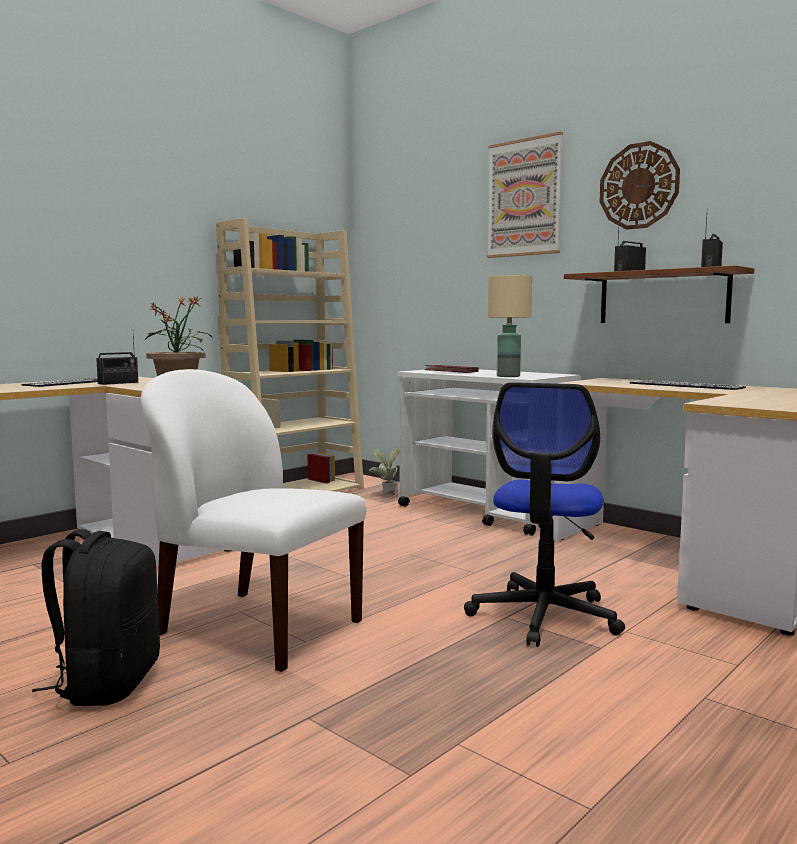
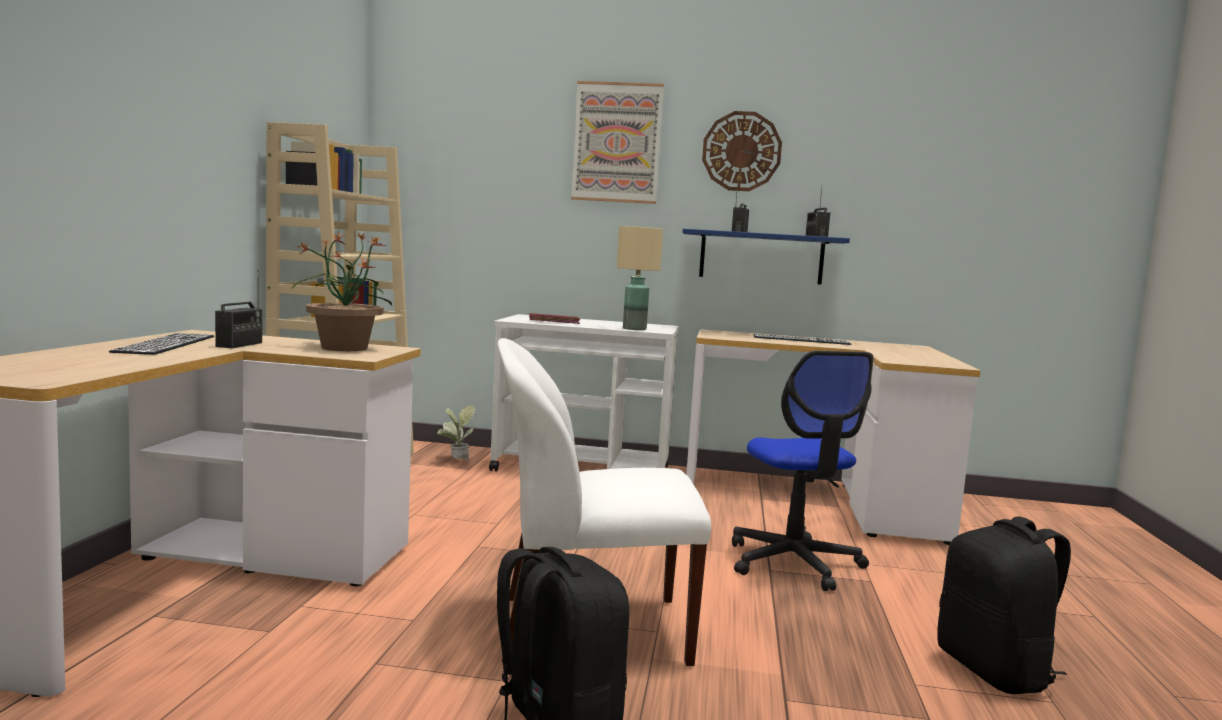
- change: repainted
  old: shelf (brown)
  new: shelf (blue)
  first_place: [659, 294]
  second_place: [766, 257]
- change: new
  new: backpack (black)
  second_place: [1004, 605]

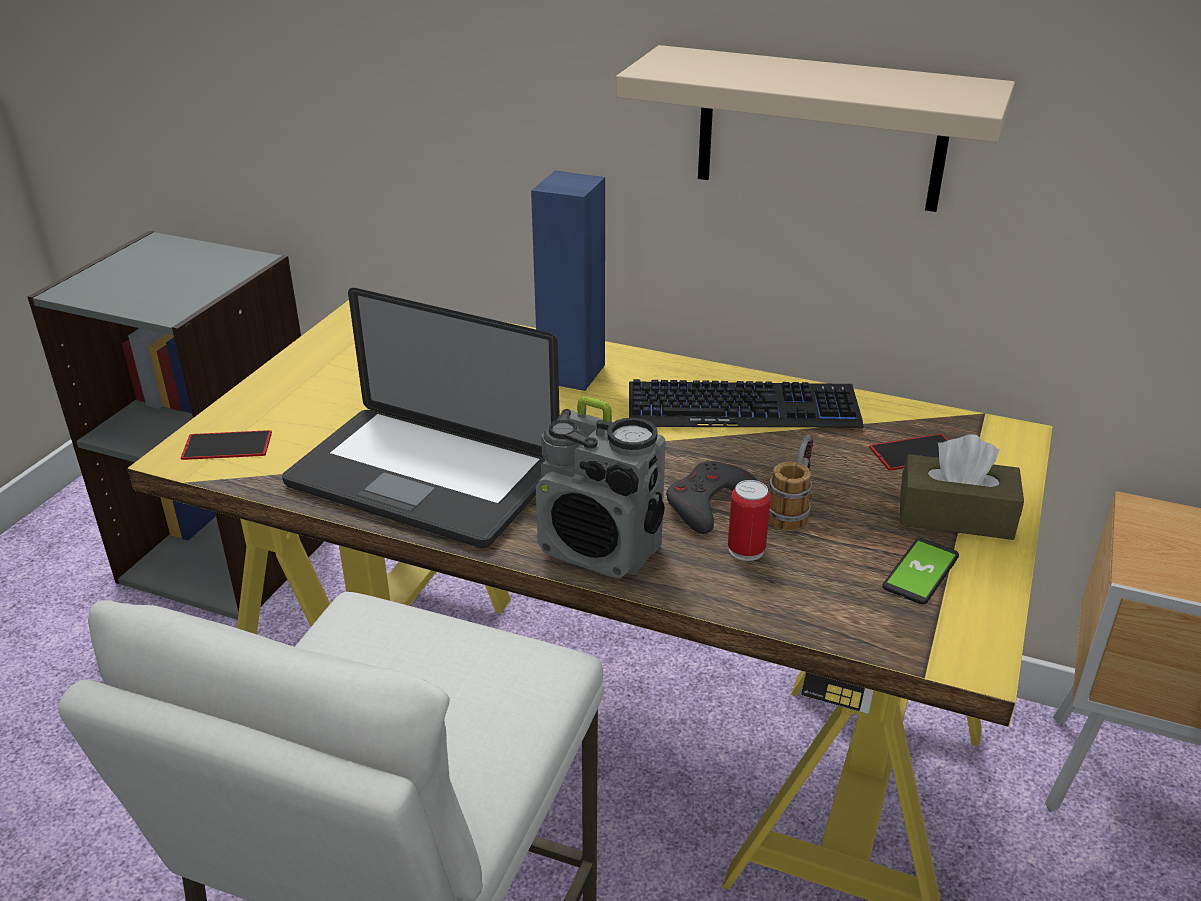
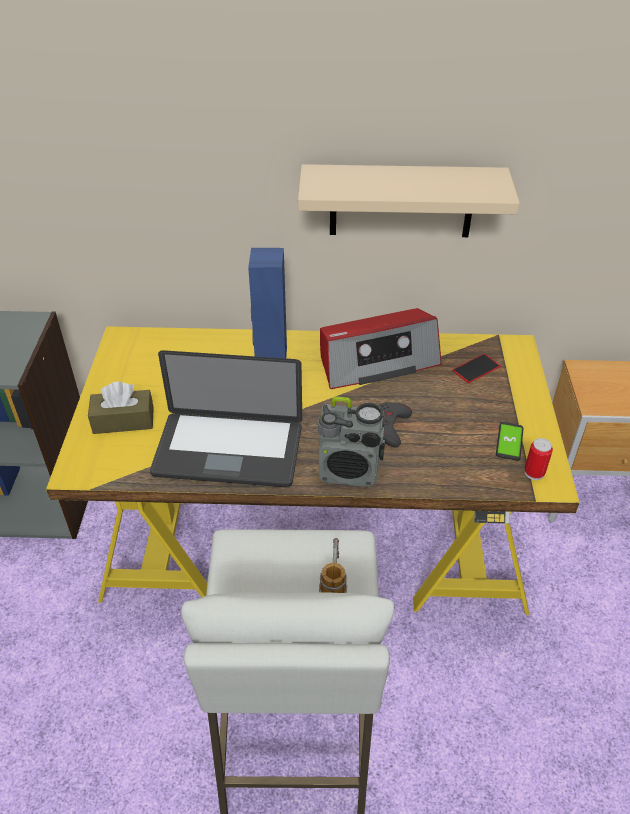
- change: gone
  old: phone
  first_place: [226, 445]
- change: swapped
  old: keyboard
  new: radio
  first_place: [746, 403]
  second_place: [381, 348]
- change: shifted
  old: can
  first_place: [749, 520]
  second_place: [538, 459]
- change: shifted
  old: mug
  first_place: [791, 483]
  second_place: [333, 565]
- change: shifted
  old: tissue box (brown)
  first_place: [962, 487]
  second_place: [121, 408]

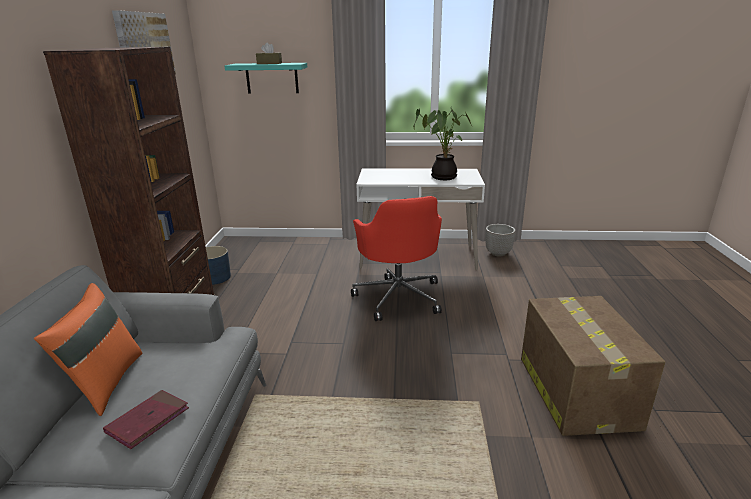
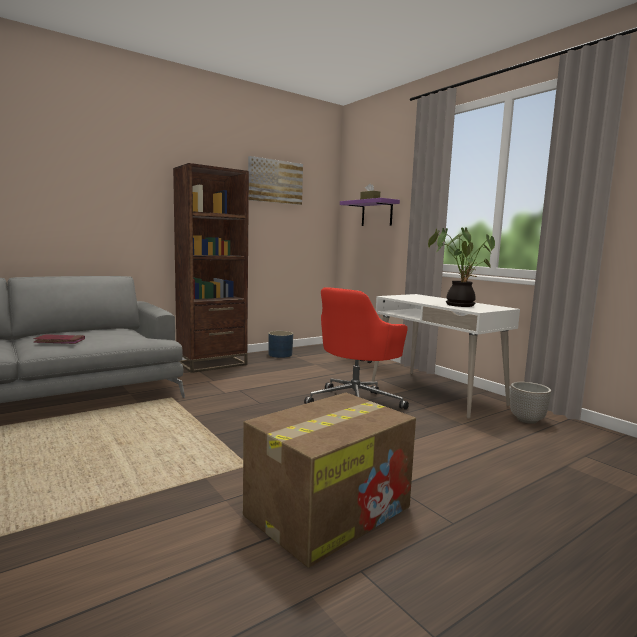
- change: gone
  old: pillow (orange)
  first_place: [88, 349]
- change: repainted
  old: shelf (turquoise)
  new: shelf (purple)
  first_place: [266, 78]
  second_place: [370, 212]

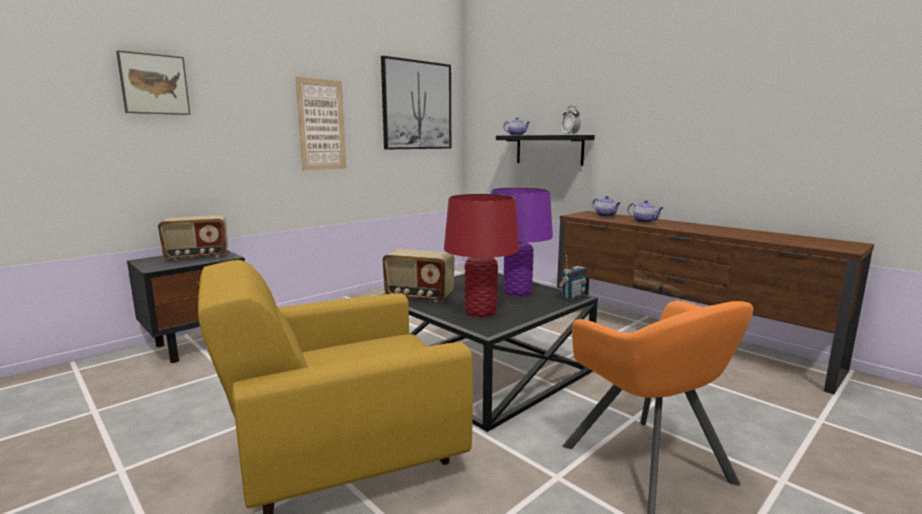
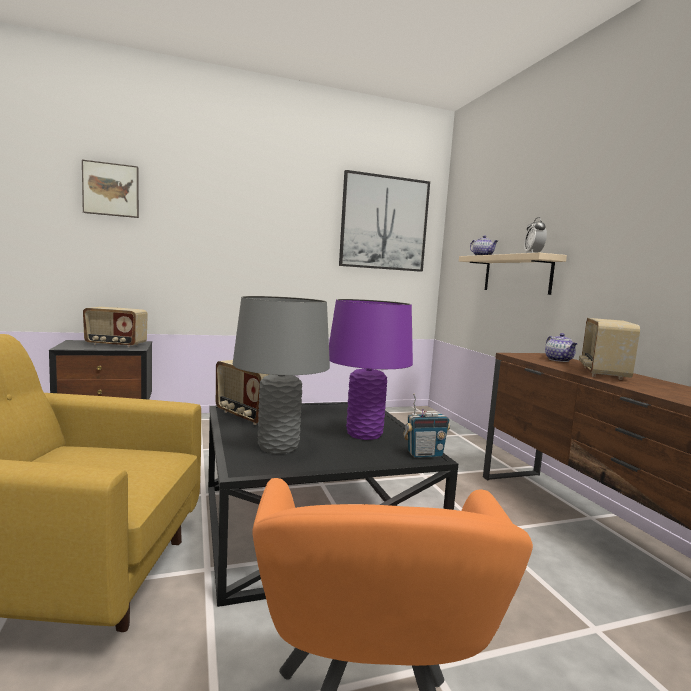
- change: gone
  old: picture
  first_place: [321, 123]
- change: repainted
  old: table lamp (red)
  new: table lamp (grey)
  first_place: [481, 255]
  second_place: [281, 375]
- change: repainted
  old: shelf (black)
  new: shelf (beige)
  first_place: [545, 150]
  second_place: [513, 274]
- change: swapped
  old: teapot
  new: radio
  first_place: [646, 211]
  second_place: [609, 349]

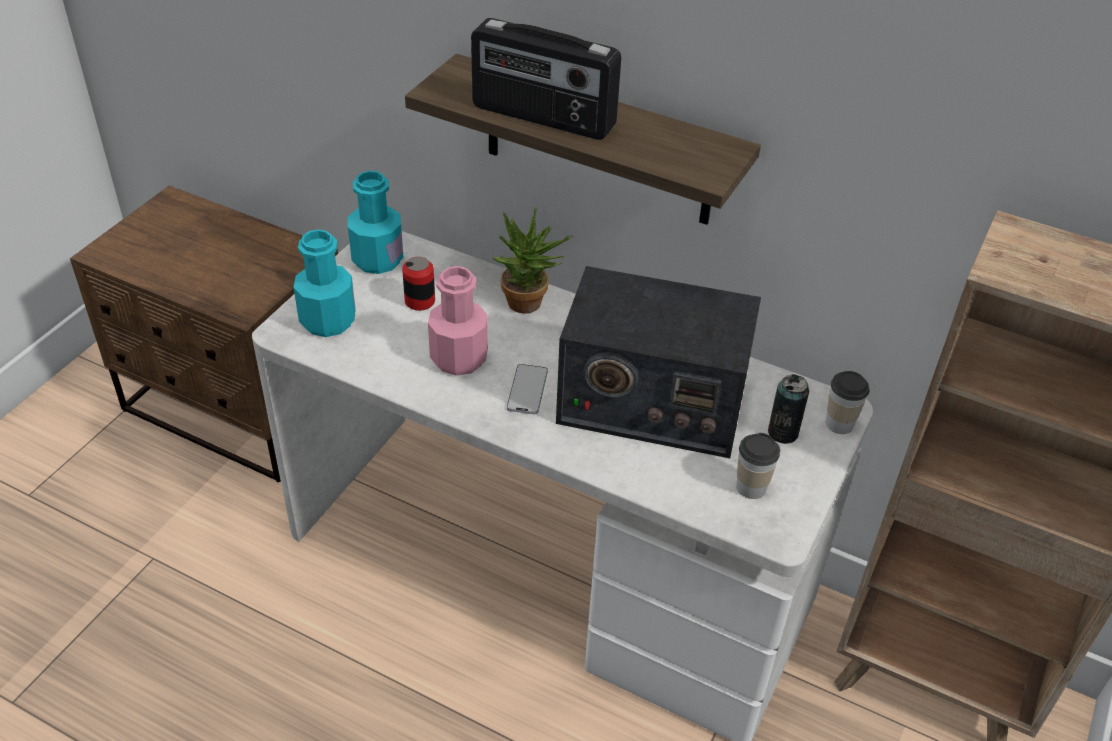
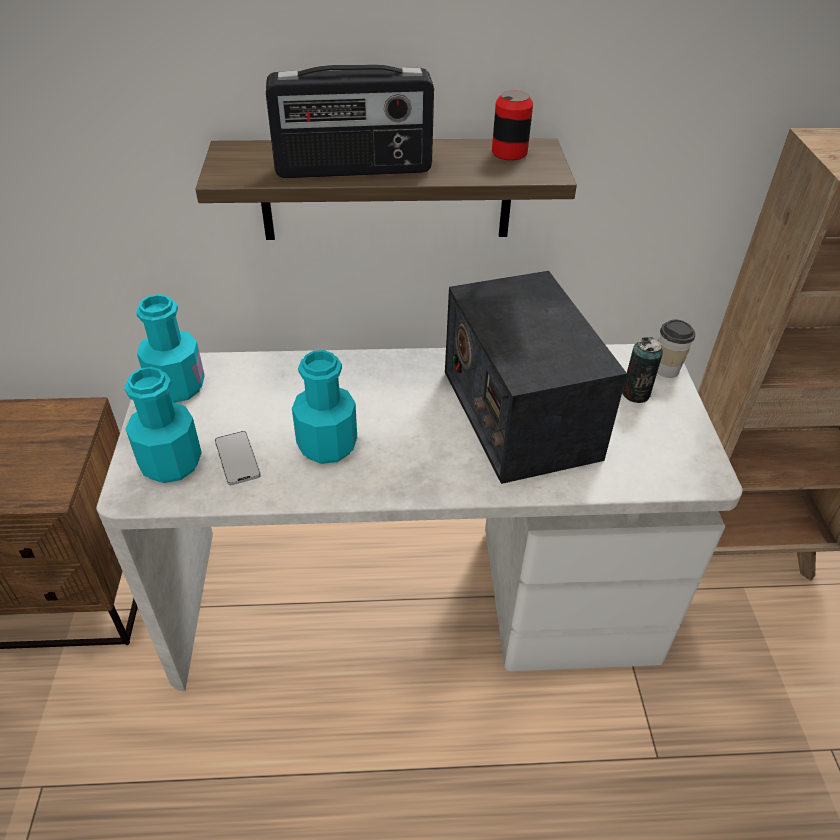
- change: shifted
  old: can
  first_place: [418, 283]
  second_place: [512, 125]
- change: repainted
  old: bottle (pink)
  new: bottle (turquoise)
  first_place: [458, 321]
  second_place: [324, 407]
- change: gone
  old: potted plant
  first_place: [532, 260]
- change: shifted
  old: phone
  first_place: [527, 389]
  second_place: [238, 458]
- change: rotated
  old: radio
  first_place: [658, 362]
  second_place: [536, 377]
  degrees: 90
- change: gone
  old: cup
  first_place: [758, 466]

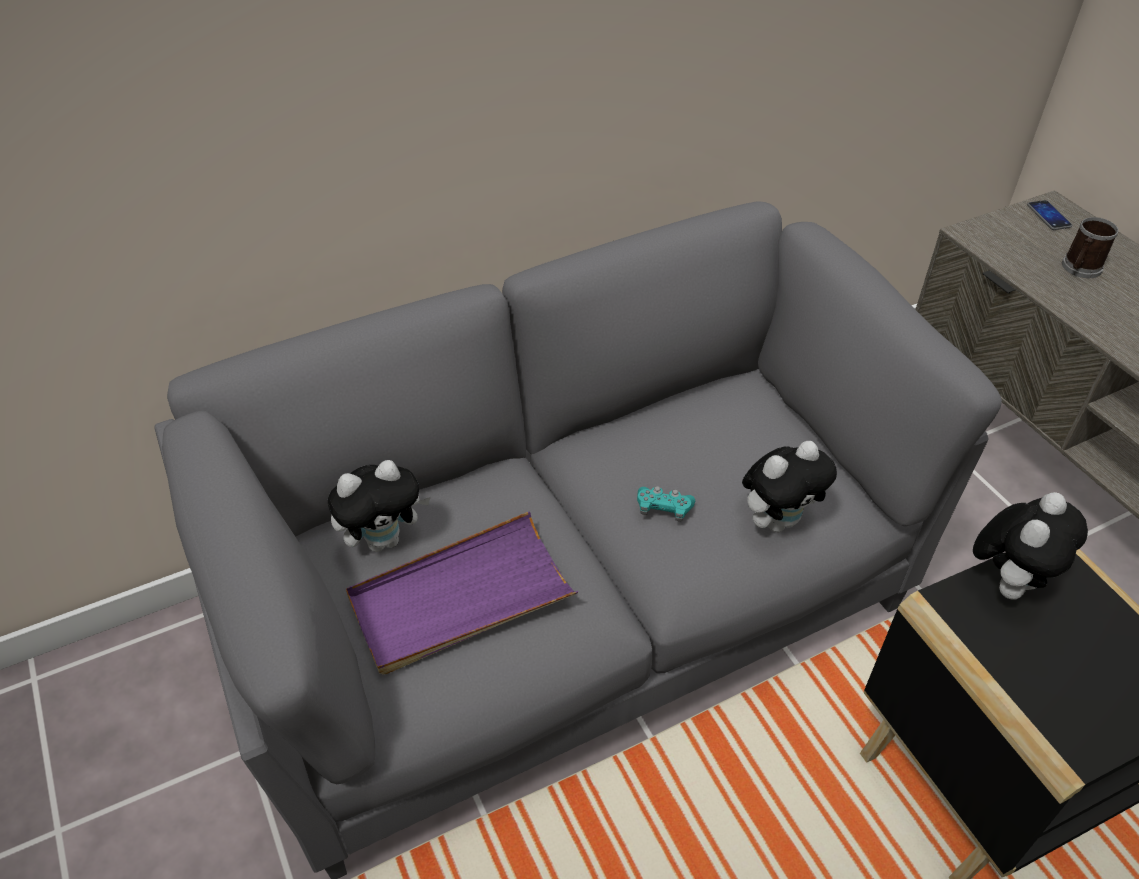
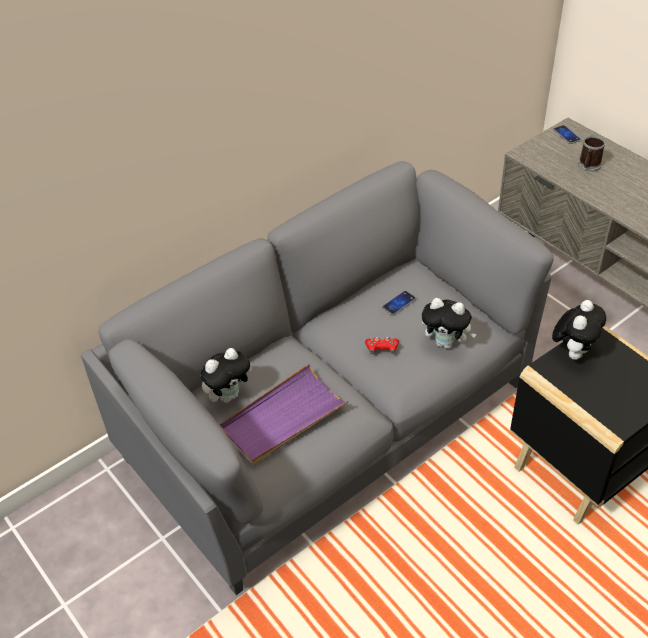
- change: repainted
  old: game controller (turquoise)
  new: game controller (red)
  first_place: [666, 504]
  second_place: [382, 345]
- change: rotated
  old: plush toy
  first_place: [789, 486]
  second_place: [449, 323]
  degrees: 60
- change: new
  new: phone
  second_place: [399, 303]

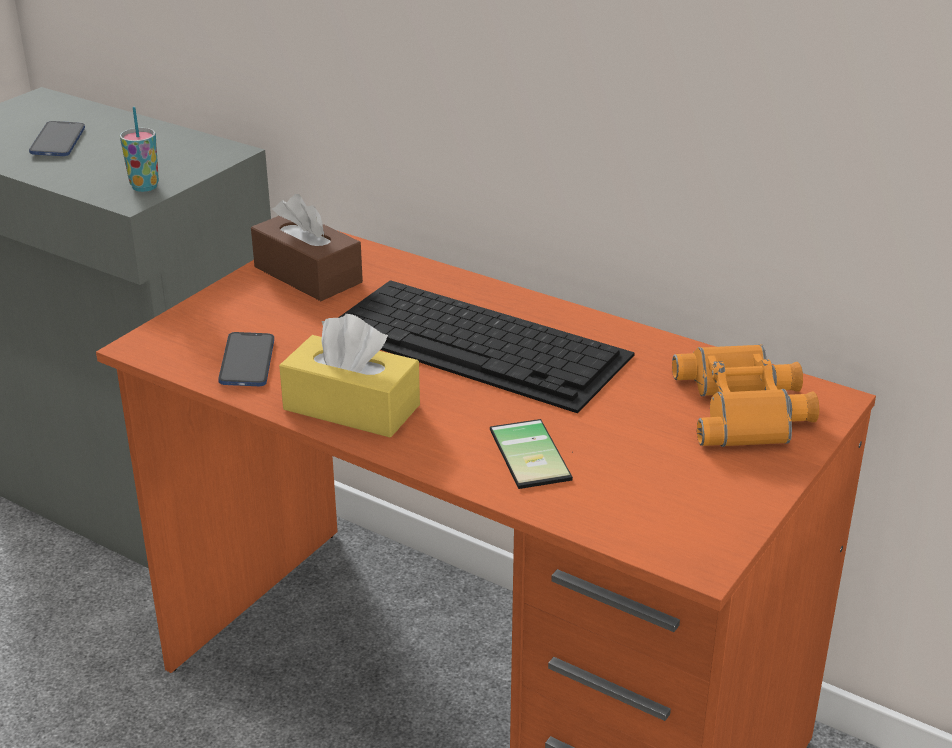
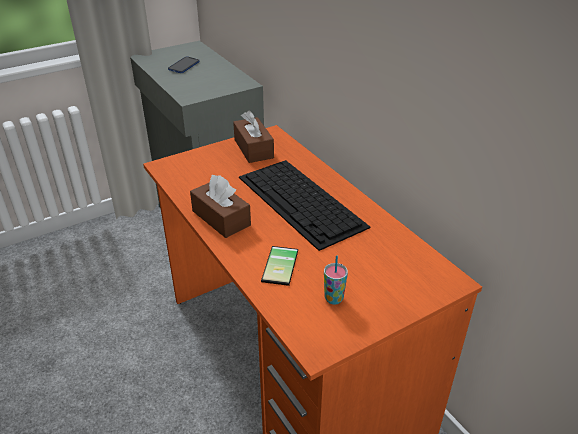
- change: shifted
  old: cup
  first_place: [139, 149]
  second_place: [336, 280]
- change: gone
  old: phone
  first_place: [246, 359]
- change: repainted
  old: tissue box (yellow)
  new: tissue box (brown)
  first_place: [349, 376]
  second_place: [220, 206]
- change: gone
  old: binoculars (orange)
  first_place: [745, 395]

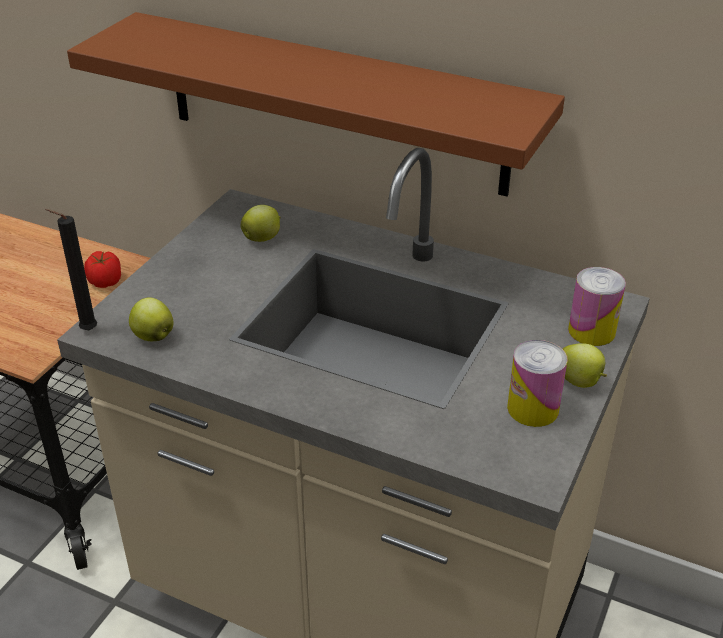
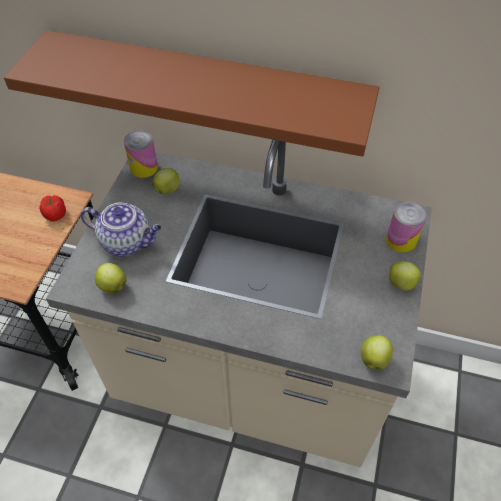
- change: gone
  old: candle (black)
  first_place: [71, 269]
- change: shifted
  old: can
  first_place: [537, 383]
  second_place: [141, 154]
- change: new
  new: teapot
  second_place: [121, 229]
- change: new
  new: apple
  second_place: [377, 352]

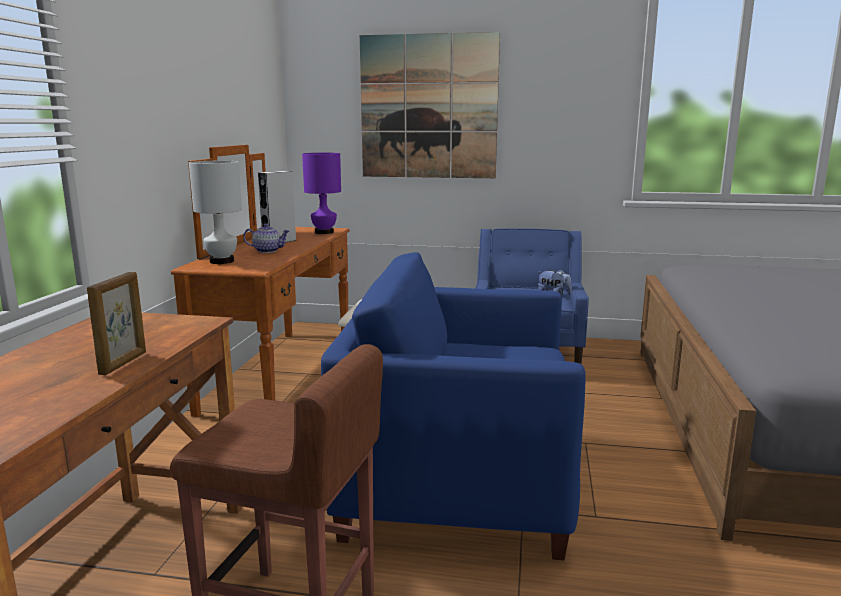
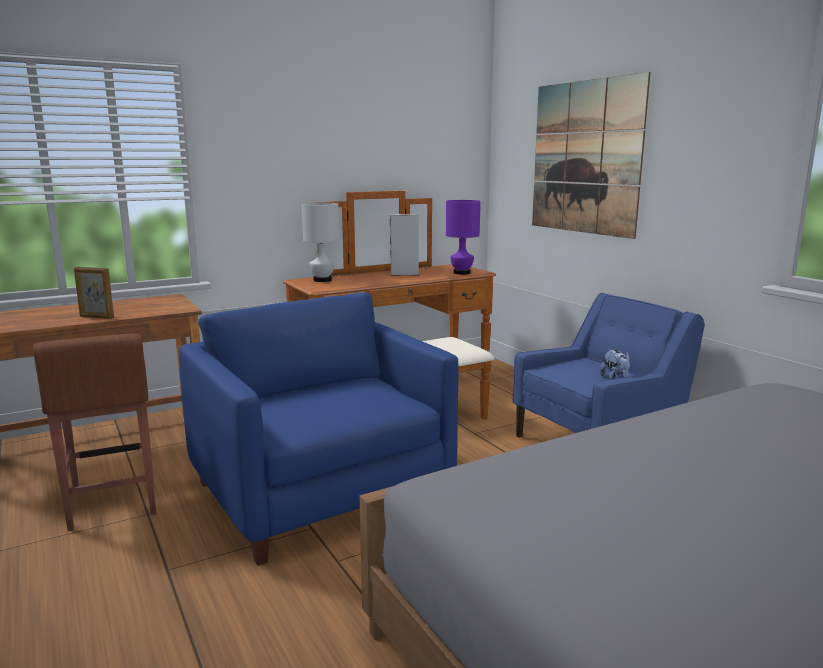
- change: rotated
  old: picture frame
  first_place: [116, 323]
  second_place: [94, 293]
  degrees: 45
- change: gone
  old: teapot
  first_place: [266, 238]

